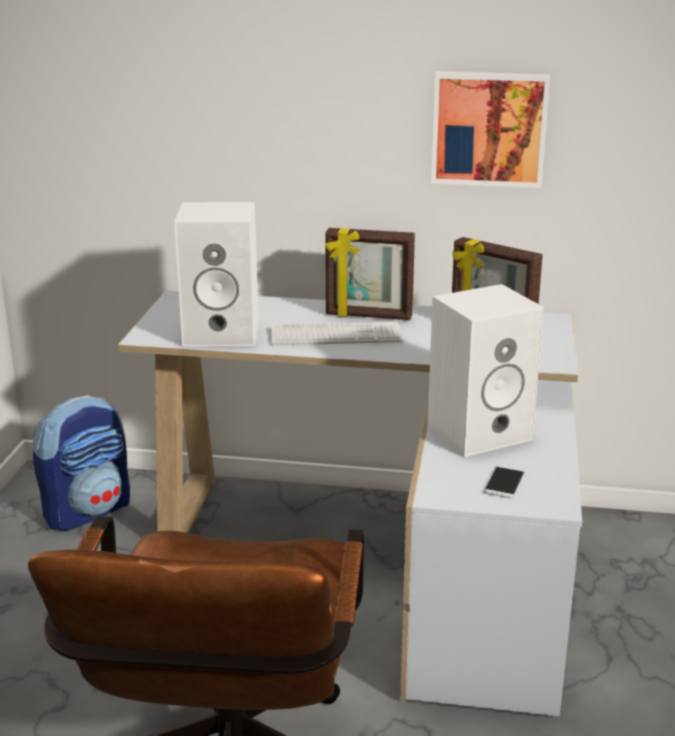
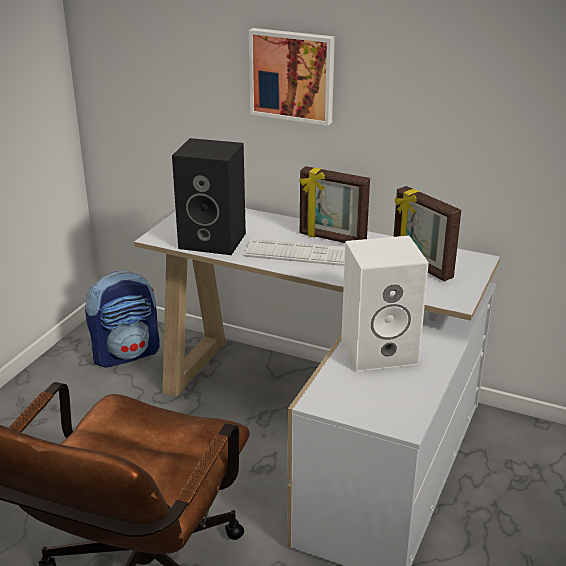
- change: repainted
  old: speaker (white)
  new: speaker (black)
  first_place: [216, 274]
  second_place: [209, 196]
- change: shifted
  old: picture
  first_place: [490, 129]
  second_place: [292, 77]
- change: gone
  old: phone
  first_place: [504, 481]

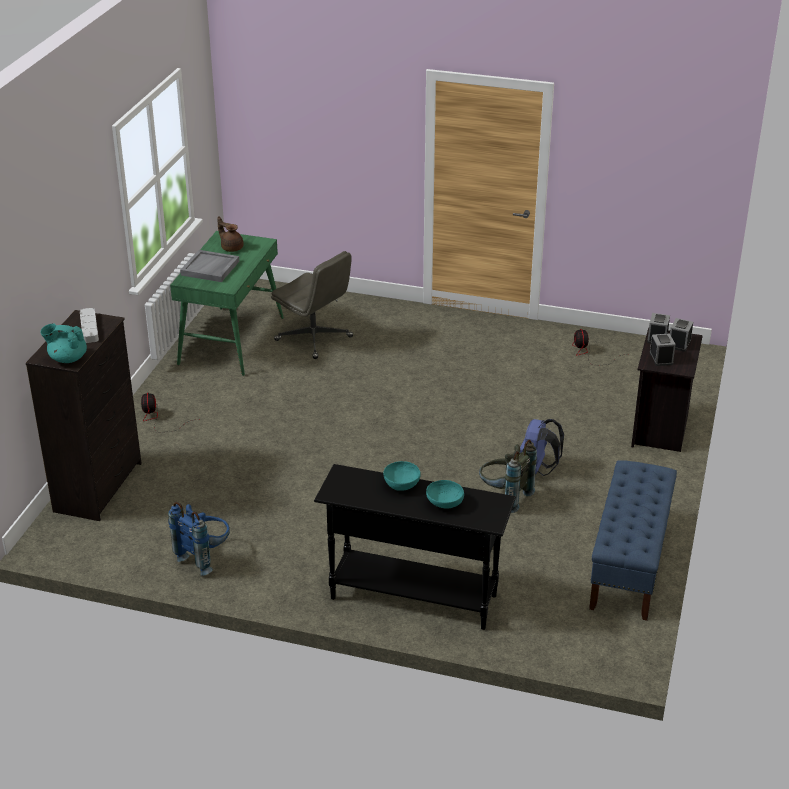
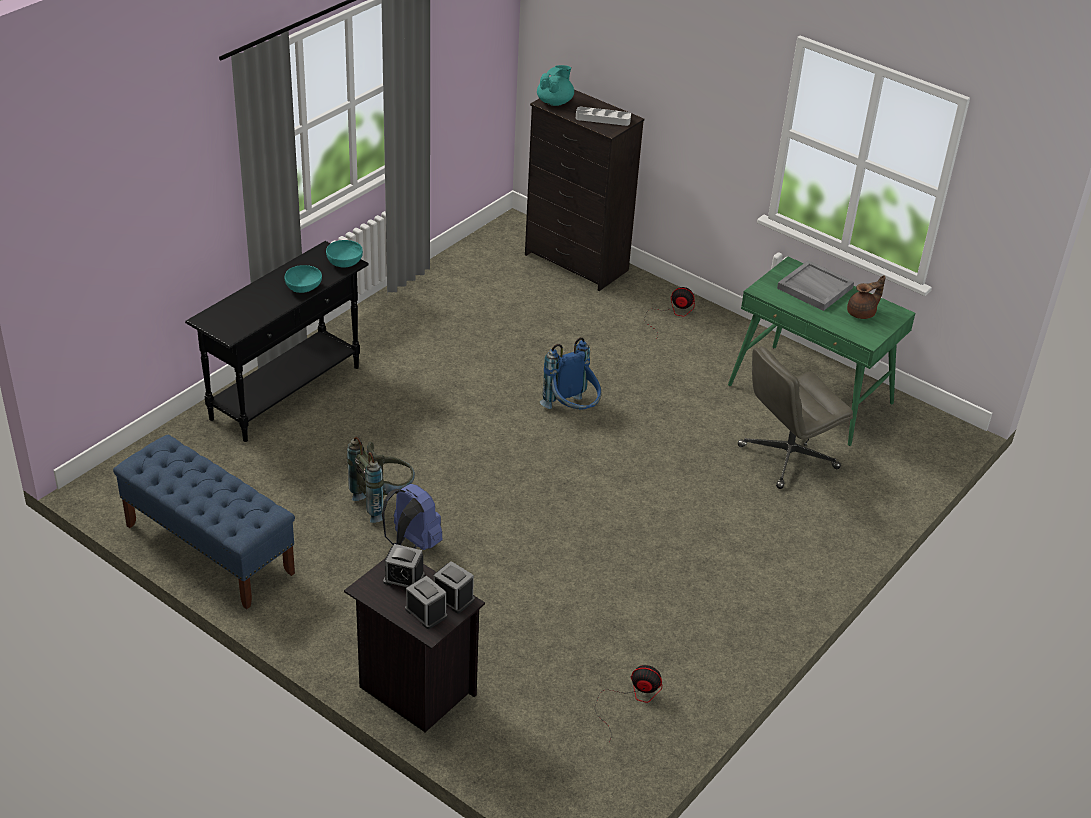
- change: shifted
  old: backpack (blue)
  first_place: [199, 539]
  second_place: [571, 373]
- change: shifted
  old: bowl (turquoise)
  first_place: [445, 494]
  second_place: [344, 254]

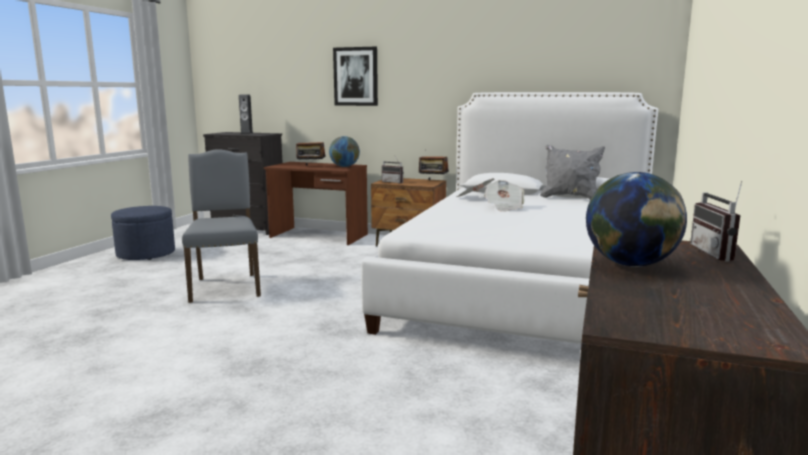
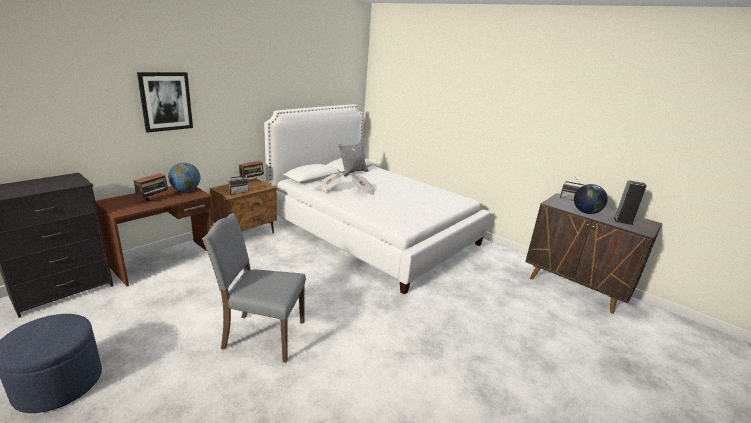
- change: shifted
  old: speaker
  first_place: [246, 114]
  second_place: [630, 202]

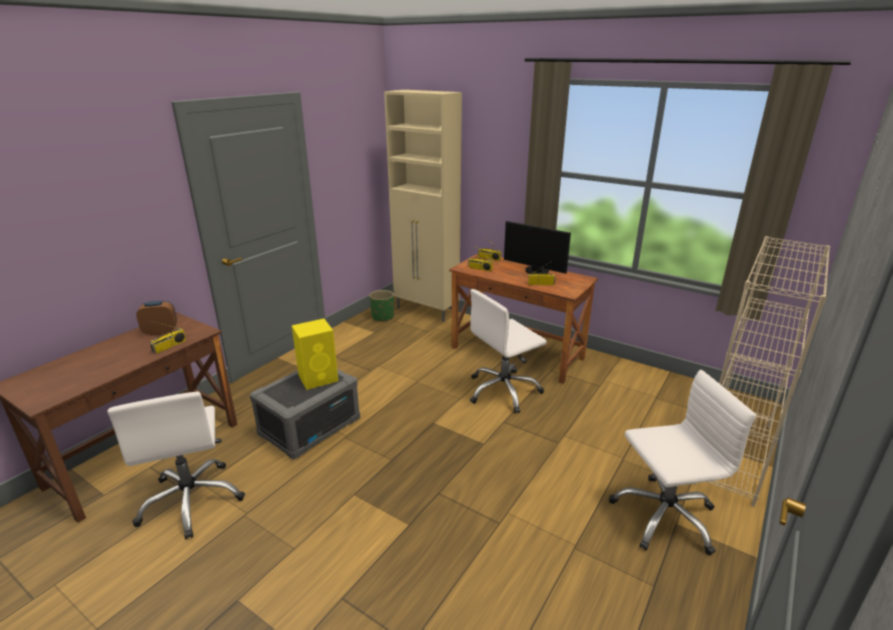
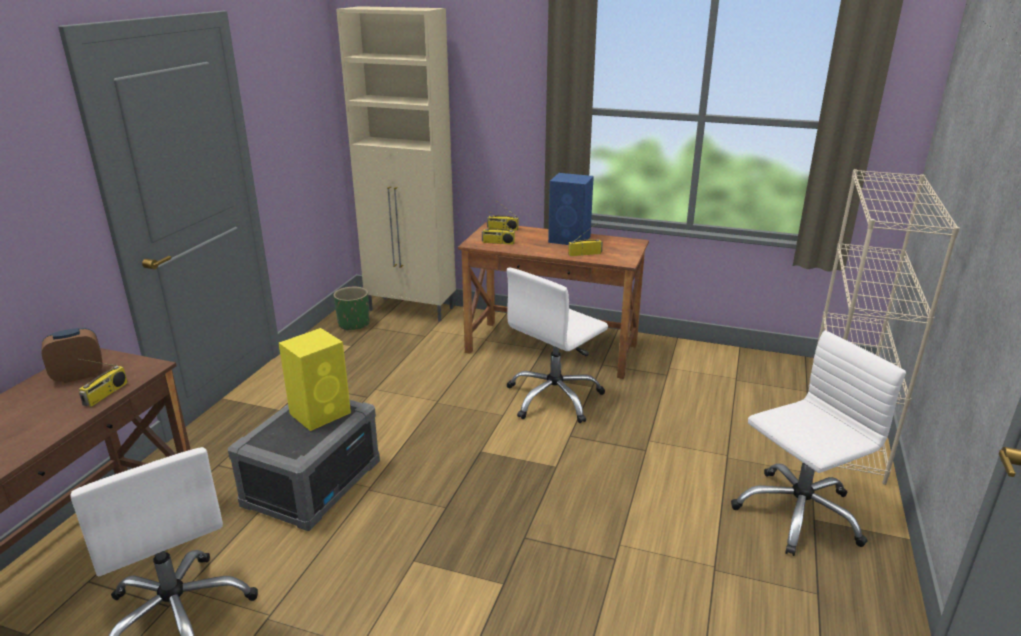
- change: swapped
  old: monitor
  new: speaker (blue)
  first_place: [537, 247]
  second_place: [571, 209]

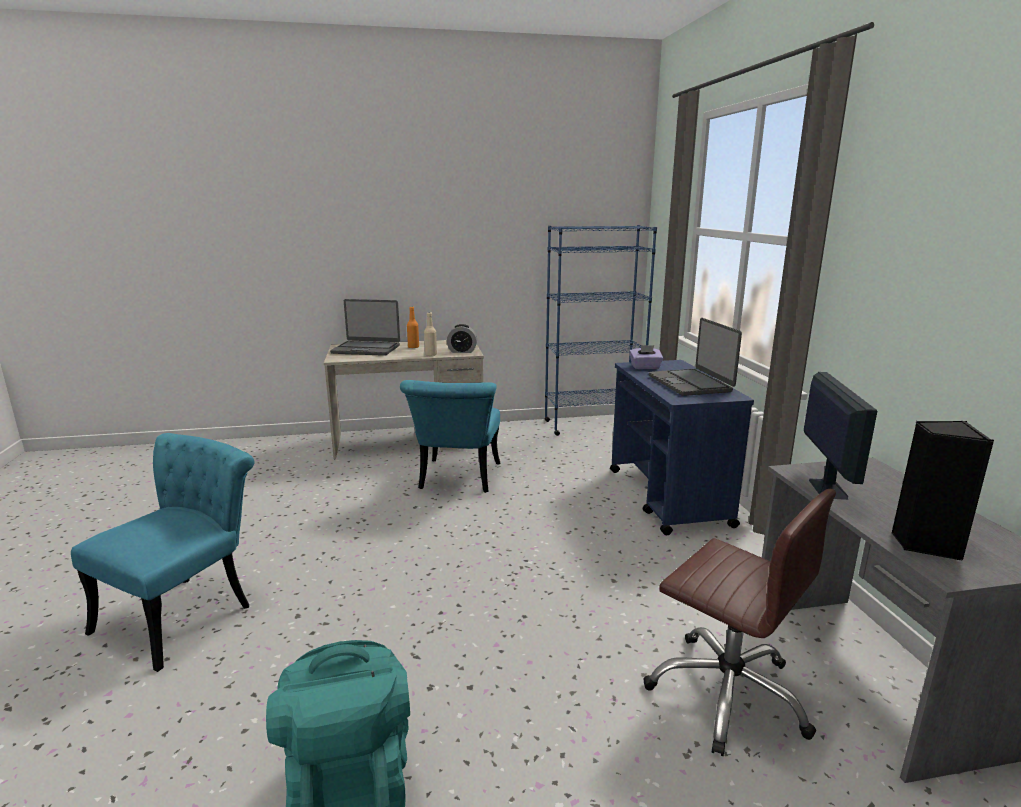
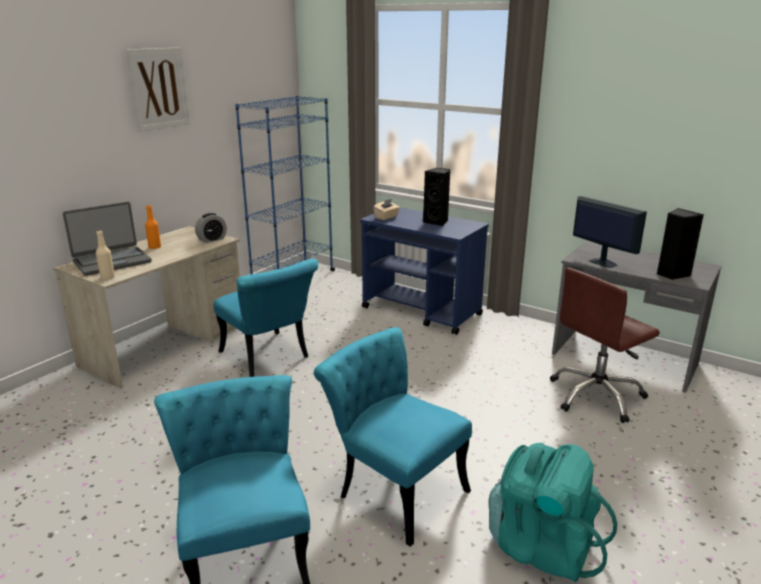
- change: shifted
  old: bottle (beige)
  first_place: [430, 334]
  second_place: [105, 255]
- change: repainted
  old: tissue box (purple)
  new: tissue box (beige)
  first_place: [646, 357]
  second_place: [386, 209]
- change: rotated
  old: office chair (brown)
  first_place: [739, 622]
  second_place: [605, 345]
  degrees: 150
- change: swapped
  old: laptop
  new: speaker (black)
  first_place: [695, 357]
  second_place: [436, 197]
- change: new
  new: picture
  second_place: [157, 89]
- change: new
  new: chair (turquoise)
  second_place: [393, 436]

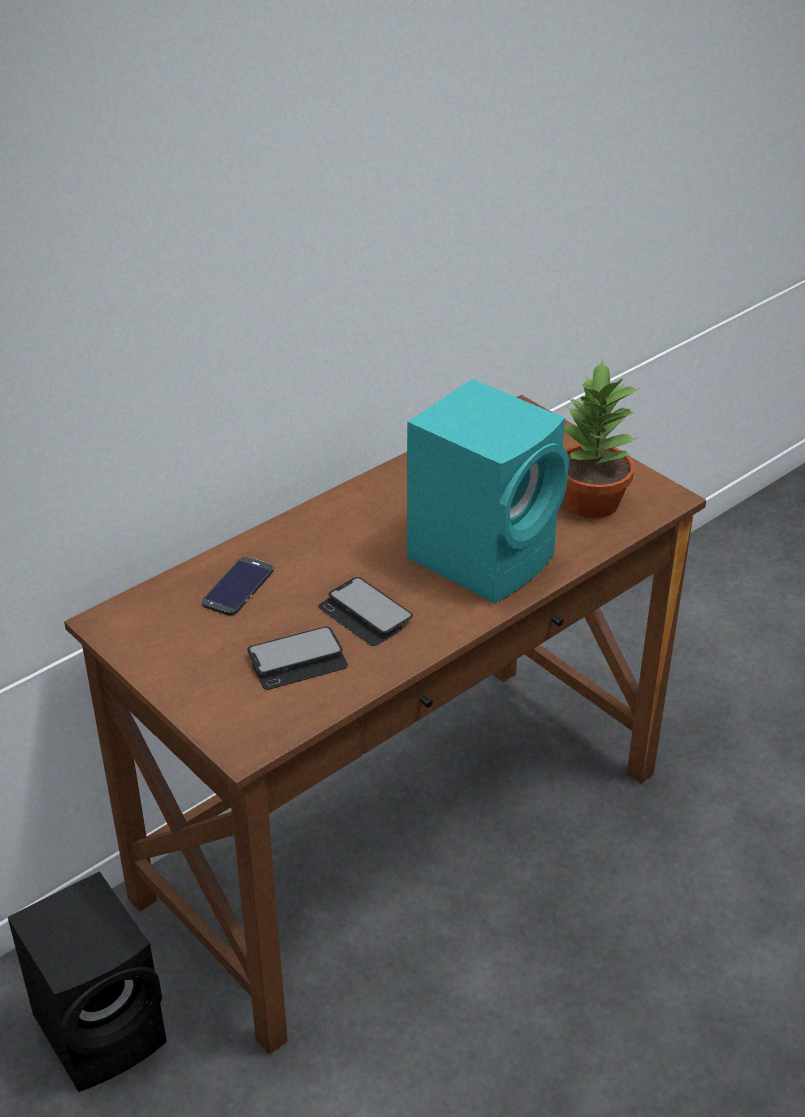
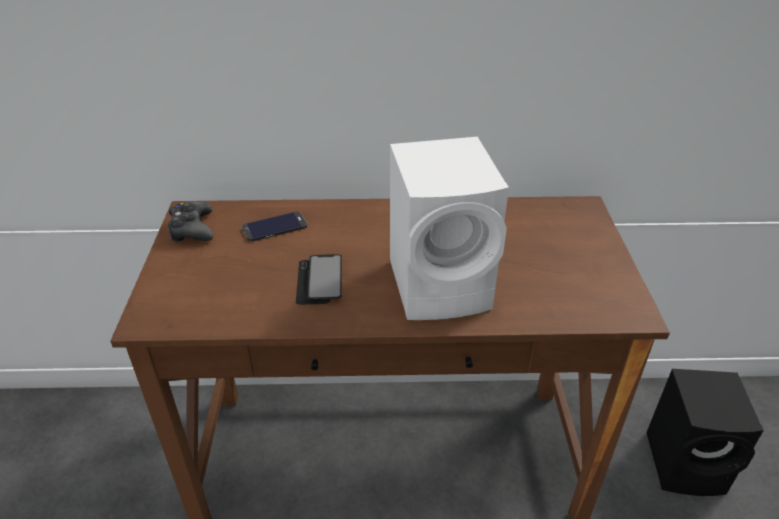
- change: shifted
  old: speaker (black)
  first_place: [87, 981]
  second_place: [705, 432]
- change: gone
  old: phone
  first_place: [297, 658]
- change: repainted
  old: speaker (turquoise)
  new: speaker (white)
  first_place: [488, 491]
  second_place: [449, 228]
- change: gone
  old: potted plant
  first_place: [602, 438]
- change: new
  new: game controller (black)
  second_place: [190, 221]

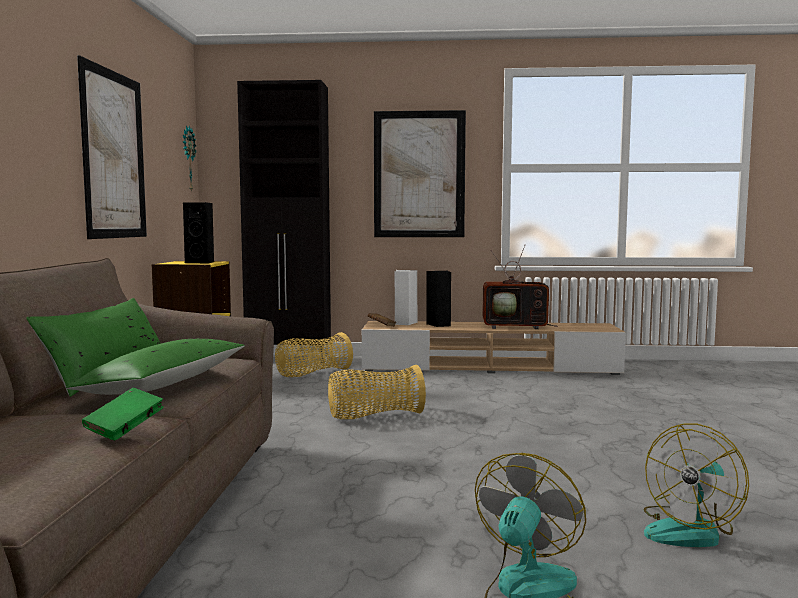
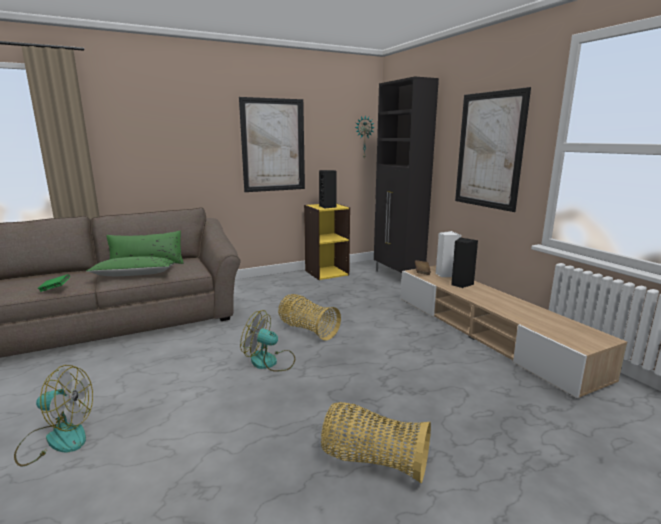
- change: shifted
  old: basket
  first_place: [314, 354]
  second_place: [376, 442]
- change: gone
  old: television
  first_place: [520, 287]
- change: shifted
  old: fan
  first_place: [696, 485]
  second_place: [267, 341]

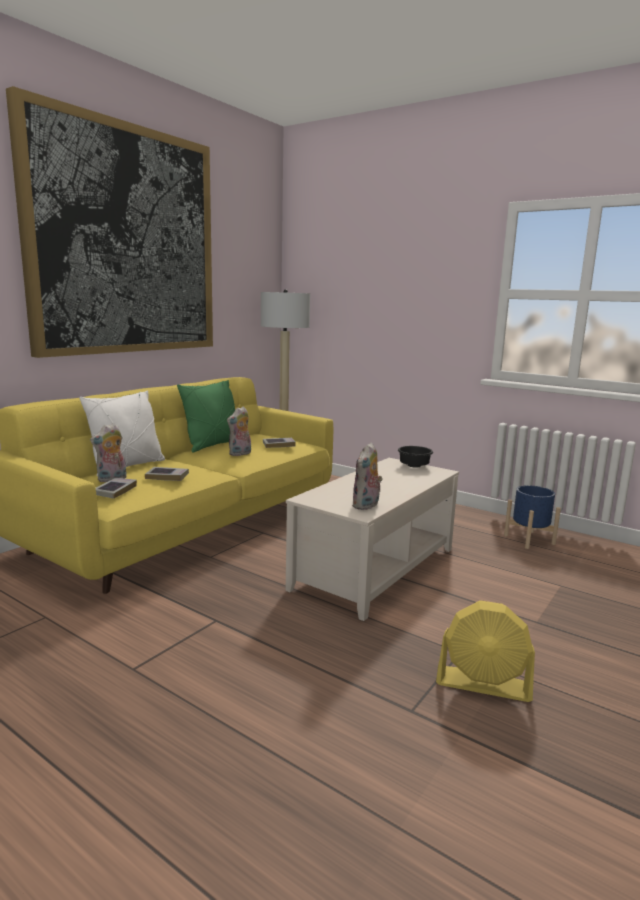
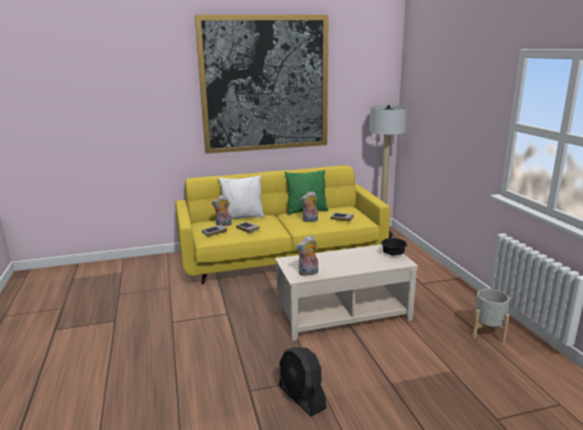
- change: repainted
  old: fan (yellow)
  new: fan (black)
  first_place: [485, 651]
  second_place: [303, 381]
- change: repainted
  old: planter (blue)
  new: planter (grey)
  first_place: [532, 517]
  second_place: [491, 316]

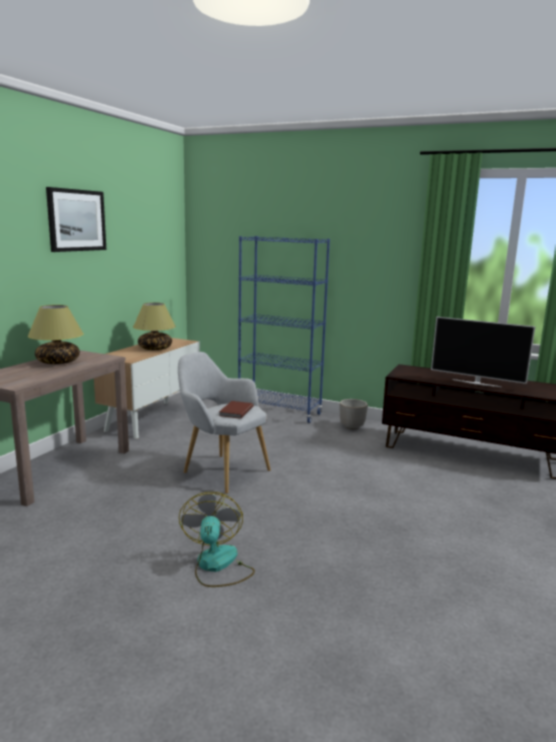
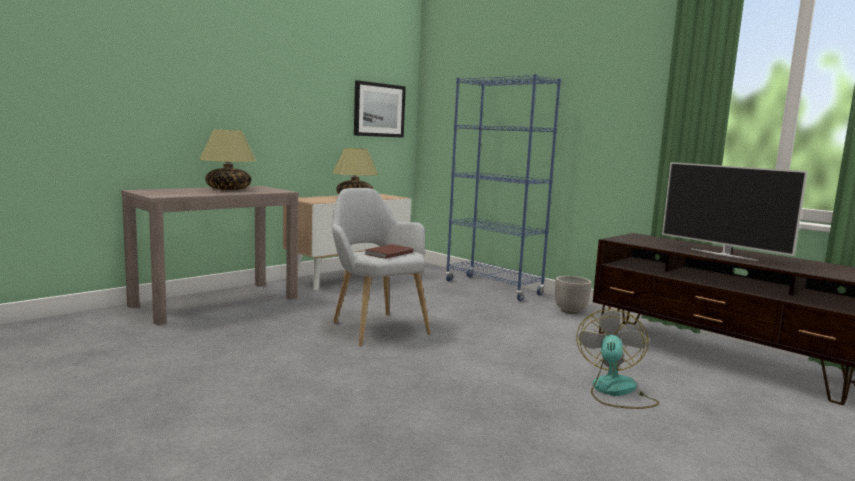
- change: shifted
  old: picture
  first_place: [76, 219]
  second_place: [380, 109]
- change: shifted
  old: fan
  first_place: [217, 539]
  second_place: [617, 359]

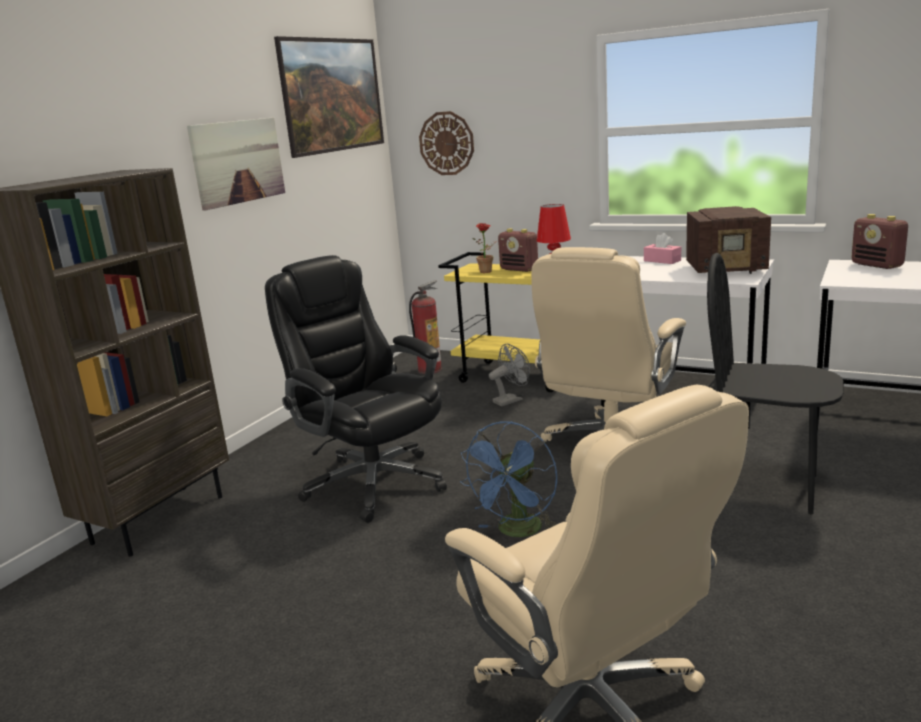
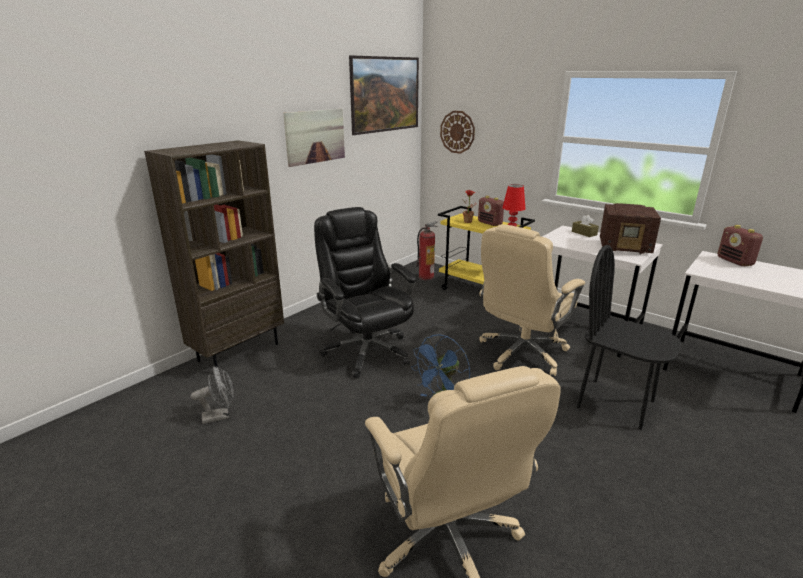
- change: shifted
  old: fan (grey)
  first_place: [509, 375]
  second_place: [212, 395]
- change: repainted
  old: tissue box (pink)
  new: tissue box (brown)
  first_place: [662, 248]
  second_place: [585, 226]

